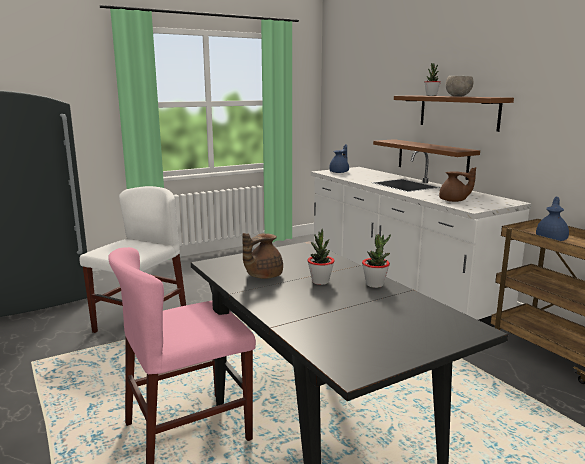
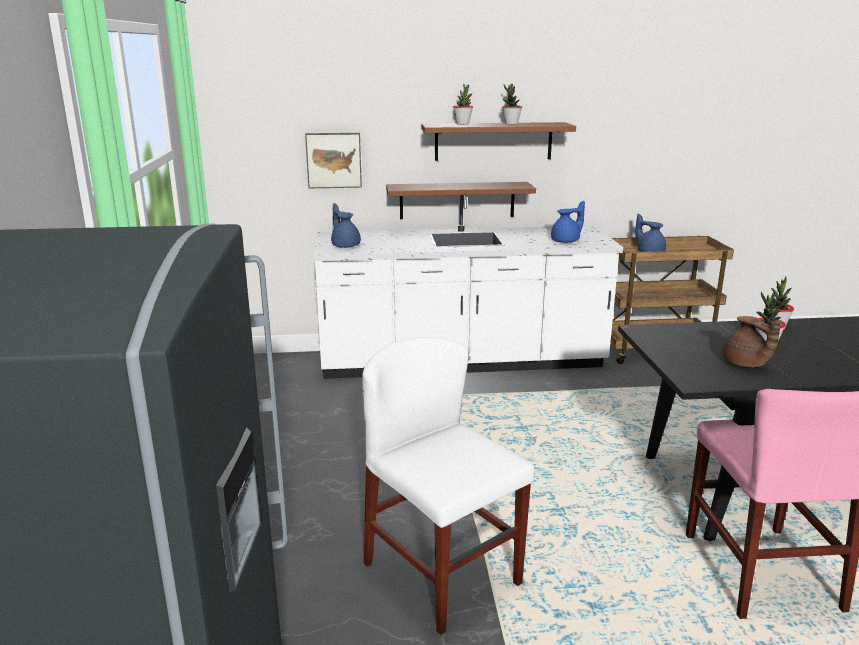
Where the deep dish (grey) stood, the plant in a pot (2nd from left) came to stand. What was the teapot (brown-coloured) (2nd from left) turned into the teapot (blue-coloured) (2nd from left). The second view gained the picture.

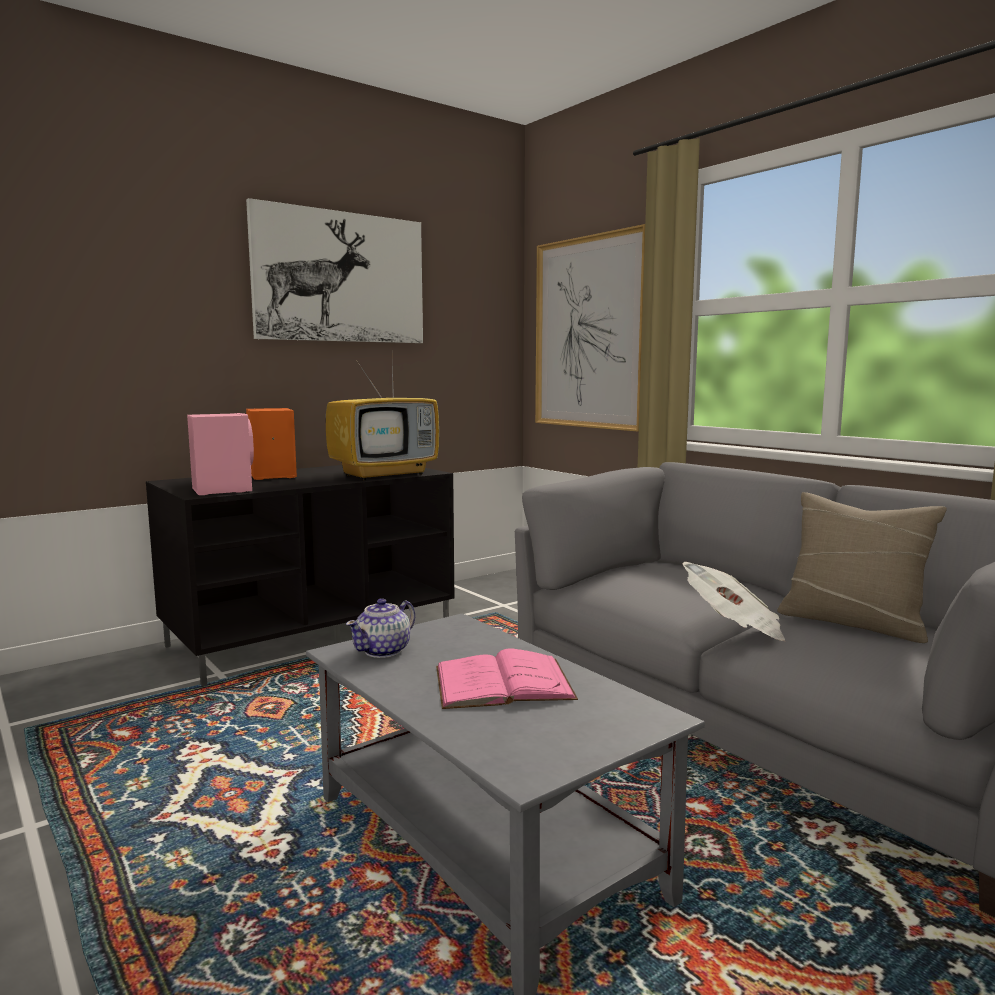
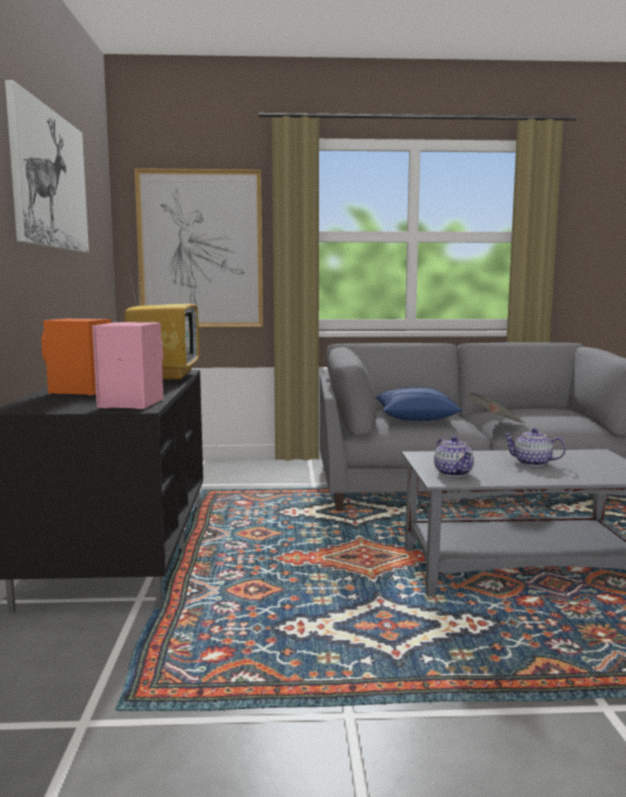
The second view lost the pillow (sand-coloured). Where the book (pink-coloured) stood, the teapot (2nd from left) came to stand. The second view gained the pillow (blue-coloured).

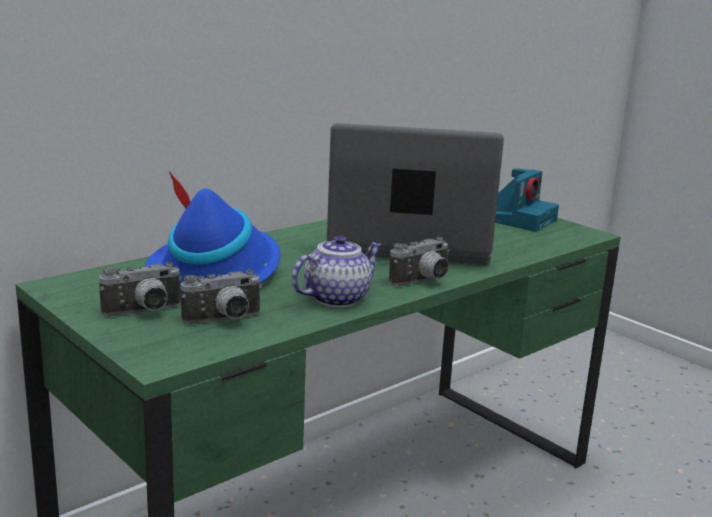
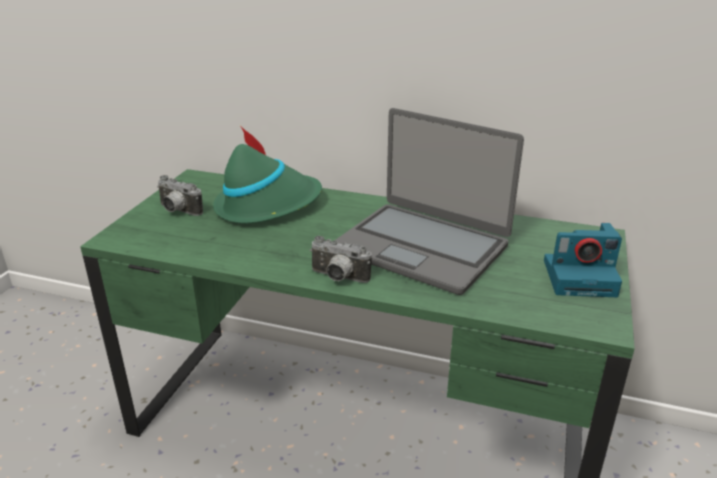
The portable computer ended up facing another way, 150 degrees clockwise from before. What was the wearable hat (blue-coloured) turned into the wearable hat (greenish). The second view lost the teapot. The second view lost the still camera (2nd from left).

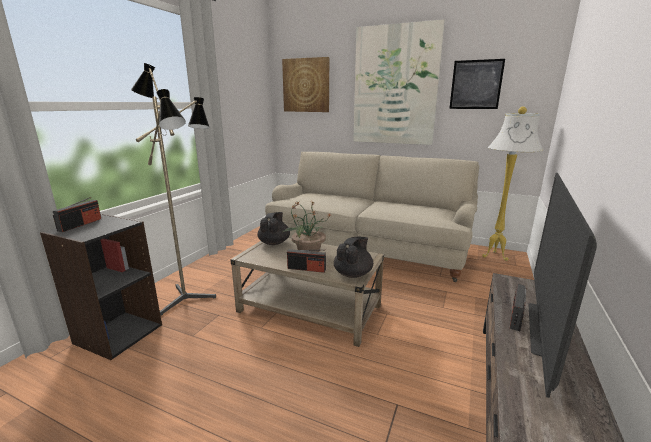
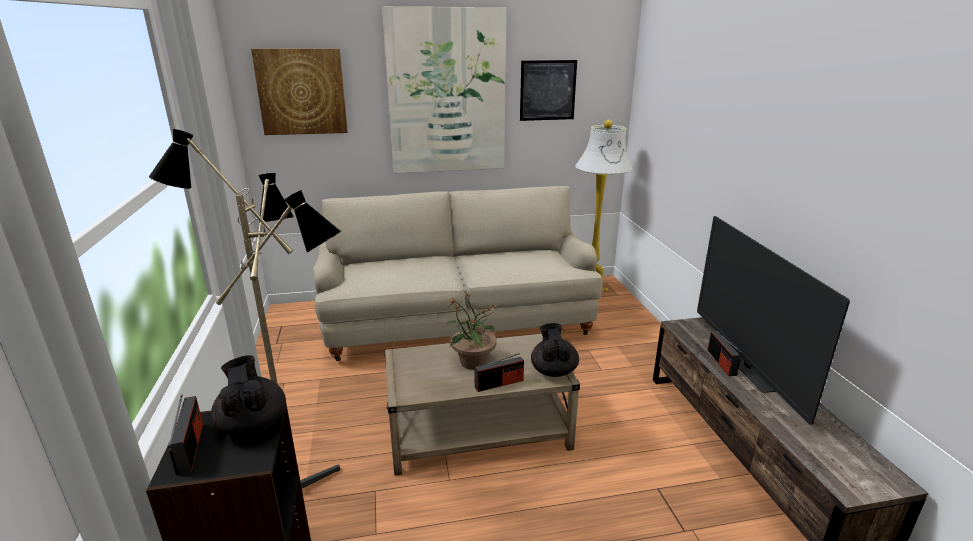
The teapot (black-coloured) (1st from left) ended up elsewhere.

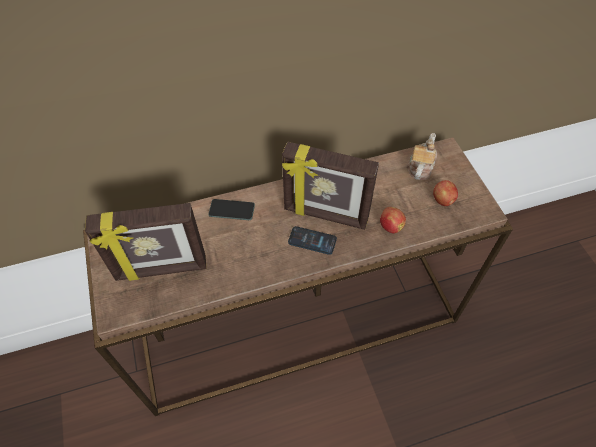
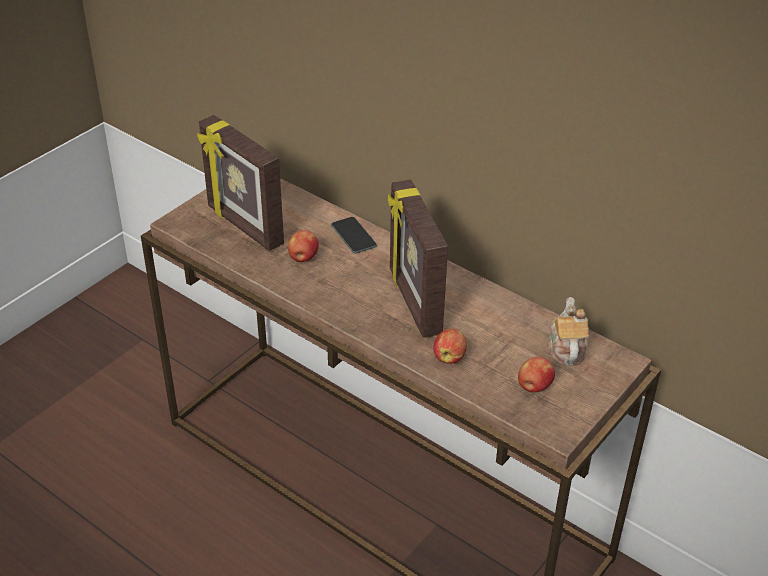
The teapot ended up facing another way, 75 degrees counterclockwise from before. The second view lost the phone (2nd from left). The second view gained the apple fruit (1st from left).

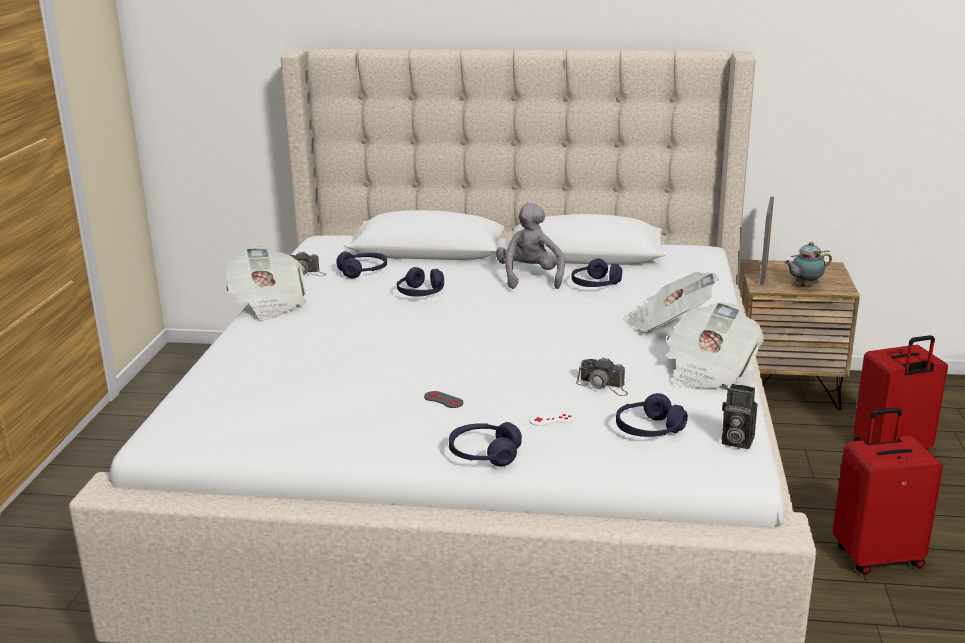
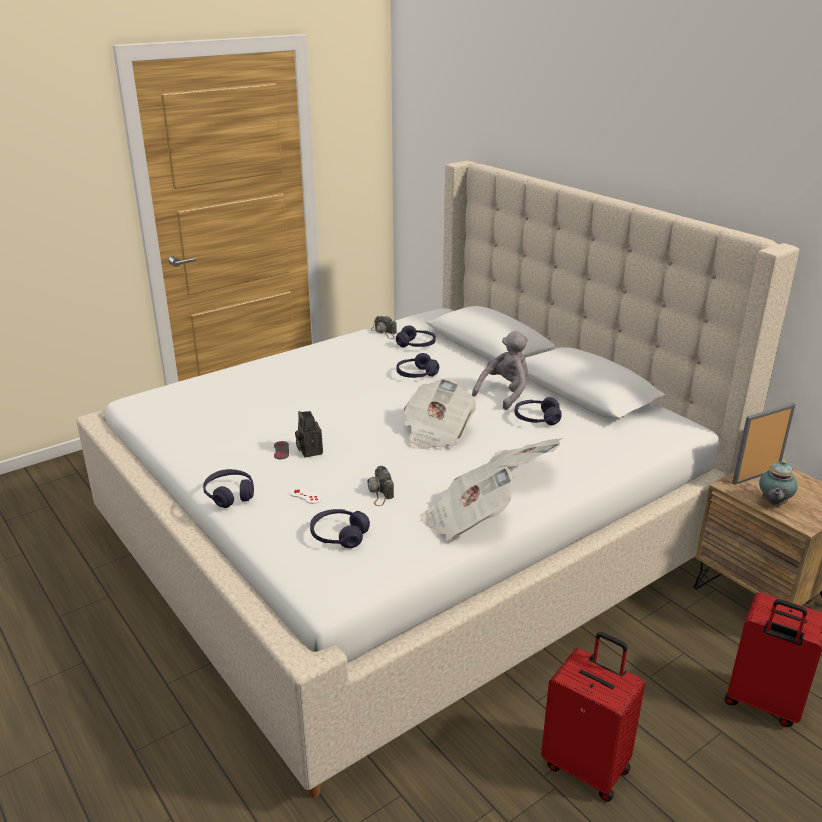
The teapot ended up facing another way, 90 degrees counterclockwise from before. The newspaper (1st from left) ended up elsewhere. The still camera (3rd from left in the first image) ended up elsewhere.

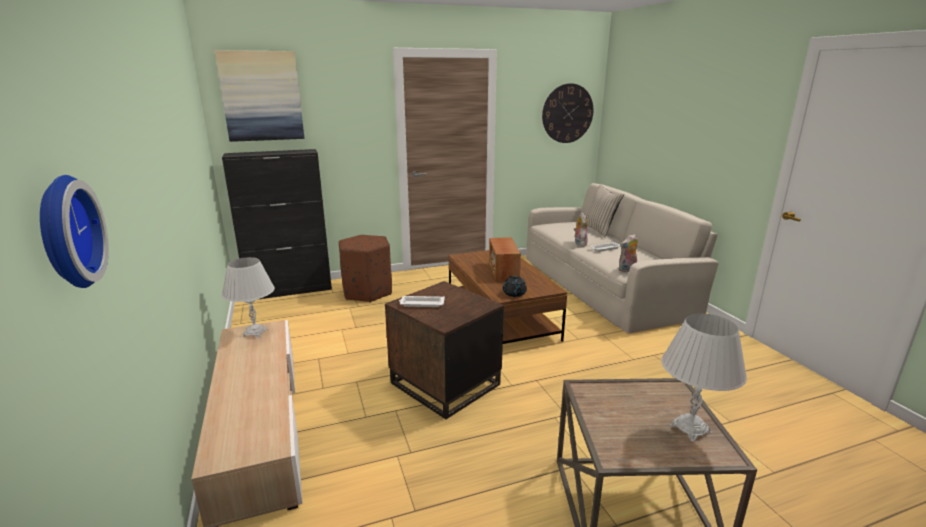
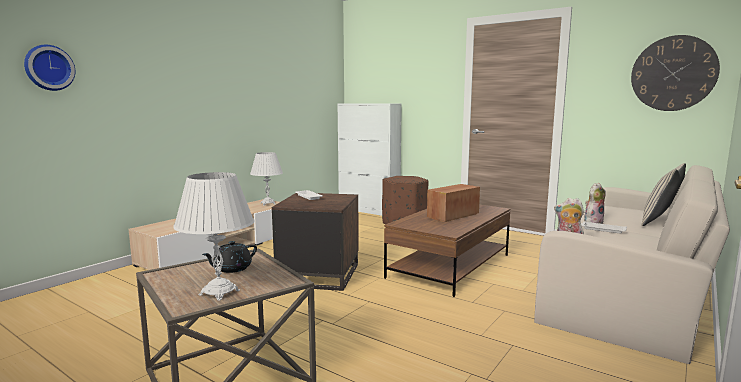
The second view lost the picture. What was the cupboard (black-coloured) turned into the cupboard (white). The teapot (black-coloured) ended up elsewhere.

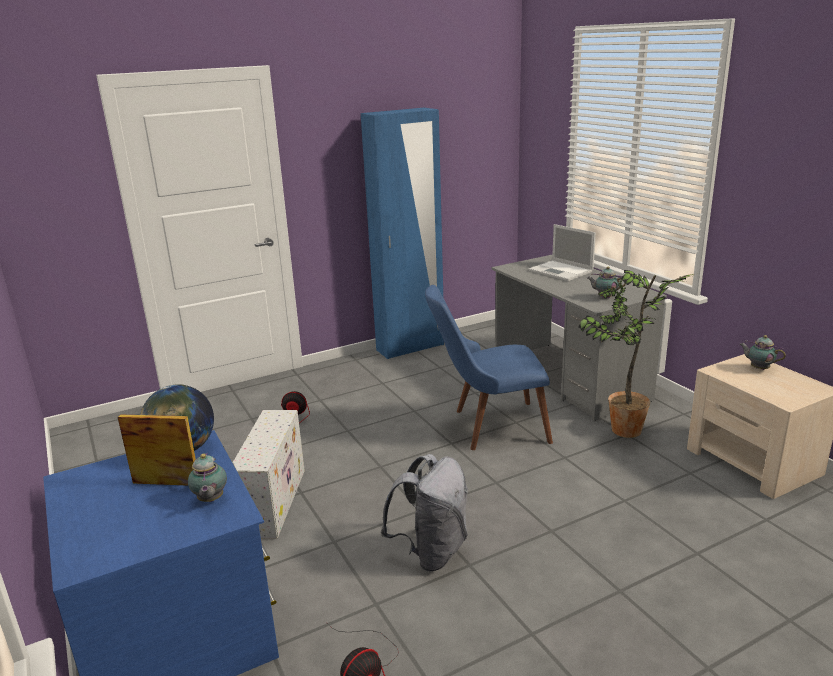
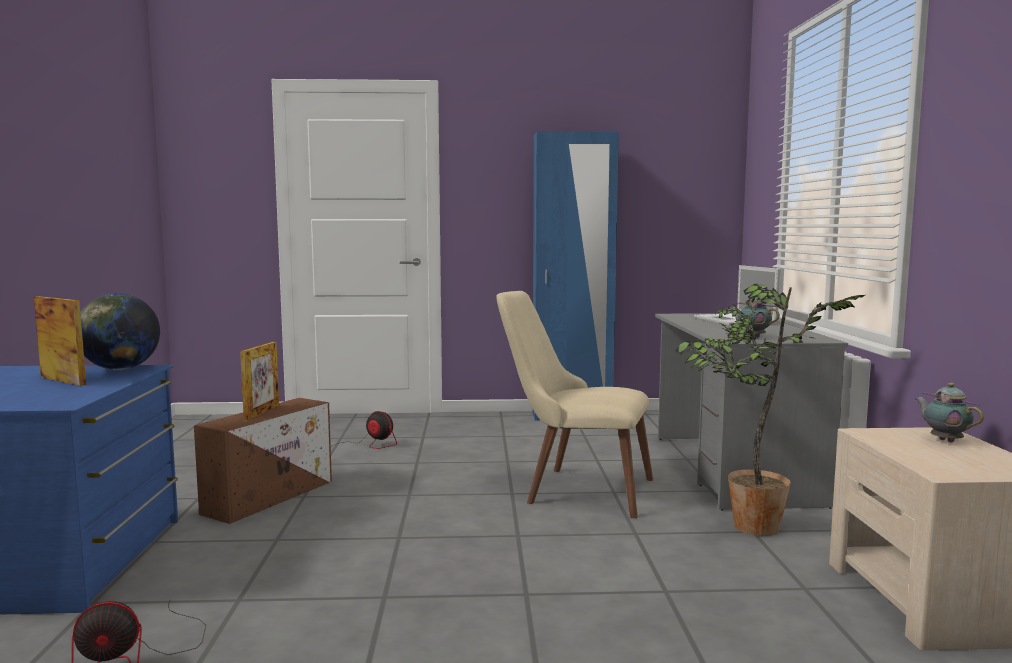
What was the plain chair (blue-coloured) turned into the plain chair (sand-coloured). What was the storage container (white) turned into the storage container (brown-coloured). The second view lost the teapot (1st from left). The second view lost the backpack (grey). The second view gained the photo frame (2nd from left).

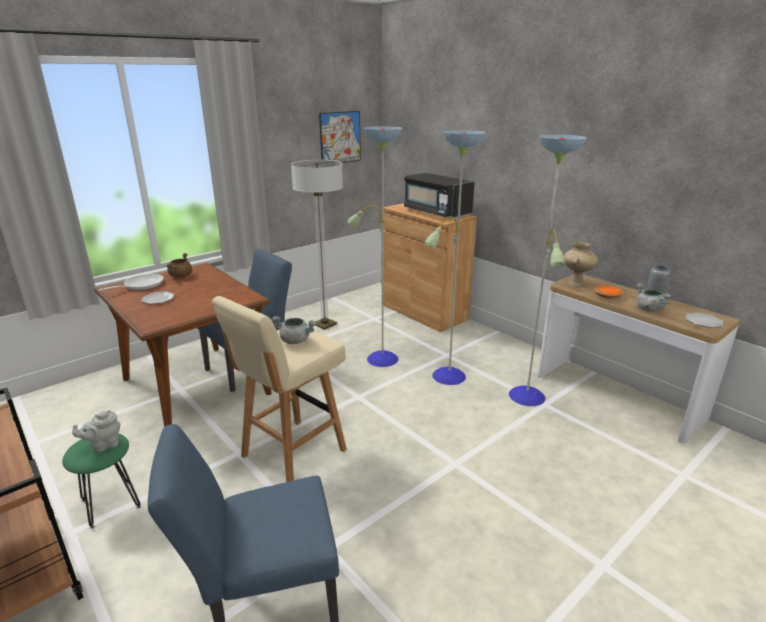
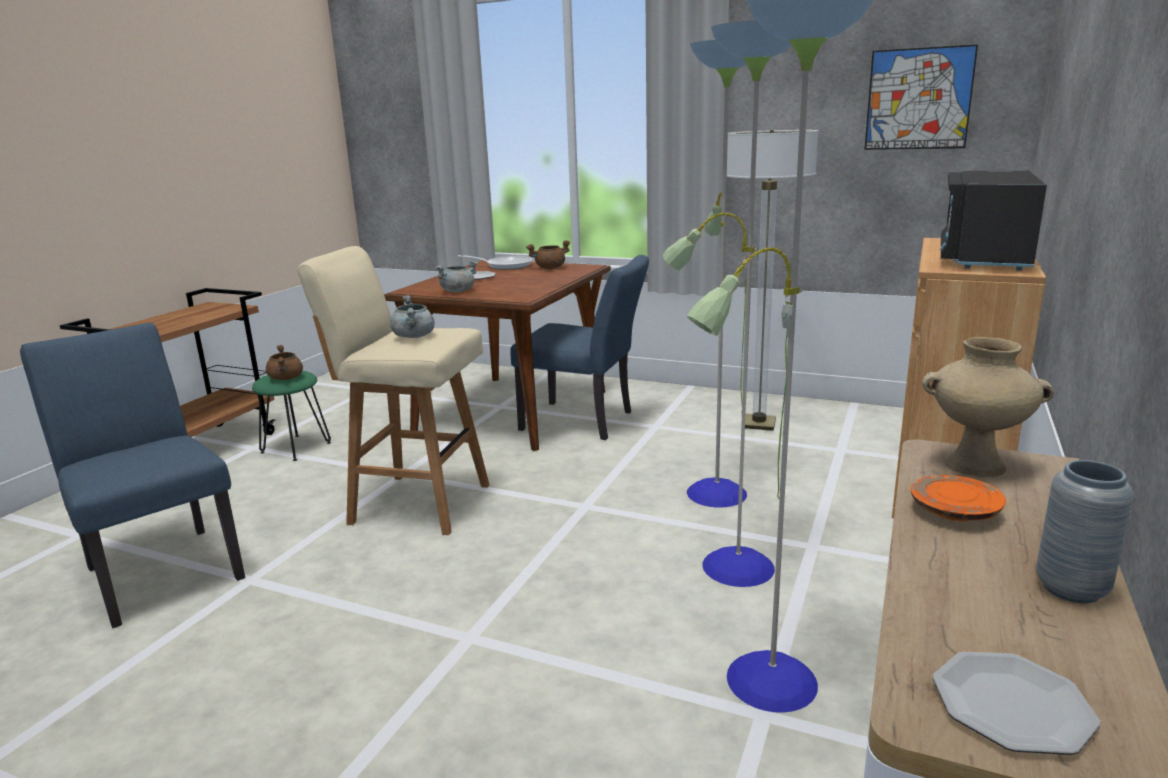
The stockpot (grey) (2nd from left) ended up elsewhere. Where the teapot (grey) stood, the stockpot (brown-coloured) (1st from left) came to stand.

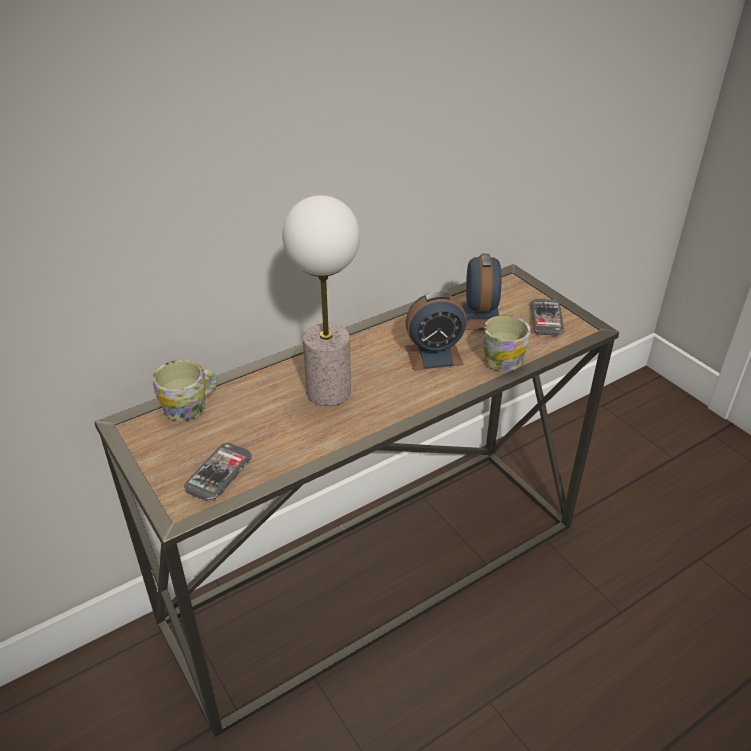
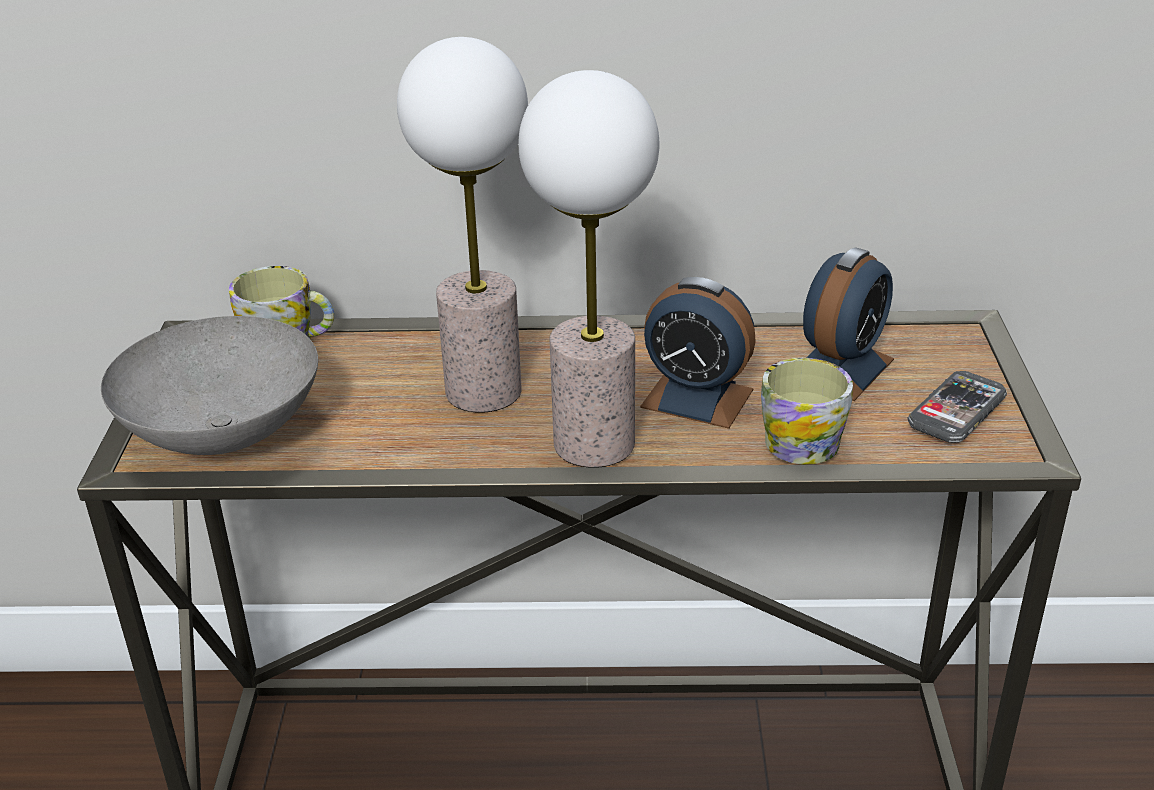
Where the phone (1st from left) stood, the deep dish (grey) came to stand. The second view gained the tabletop lamp (2nd from left).

